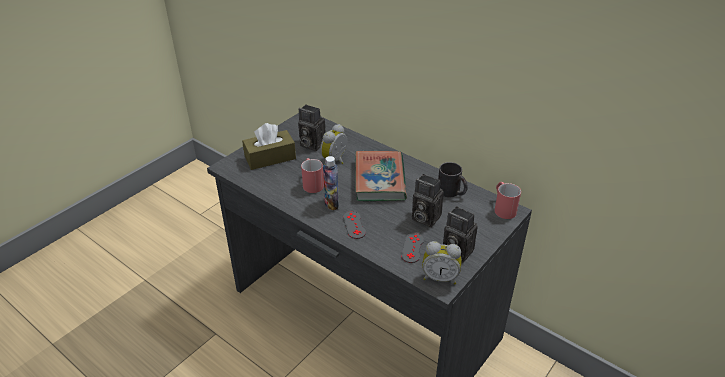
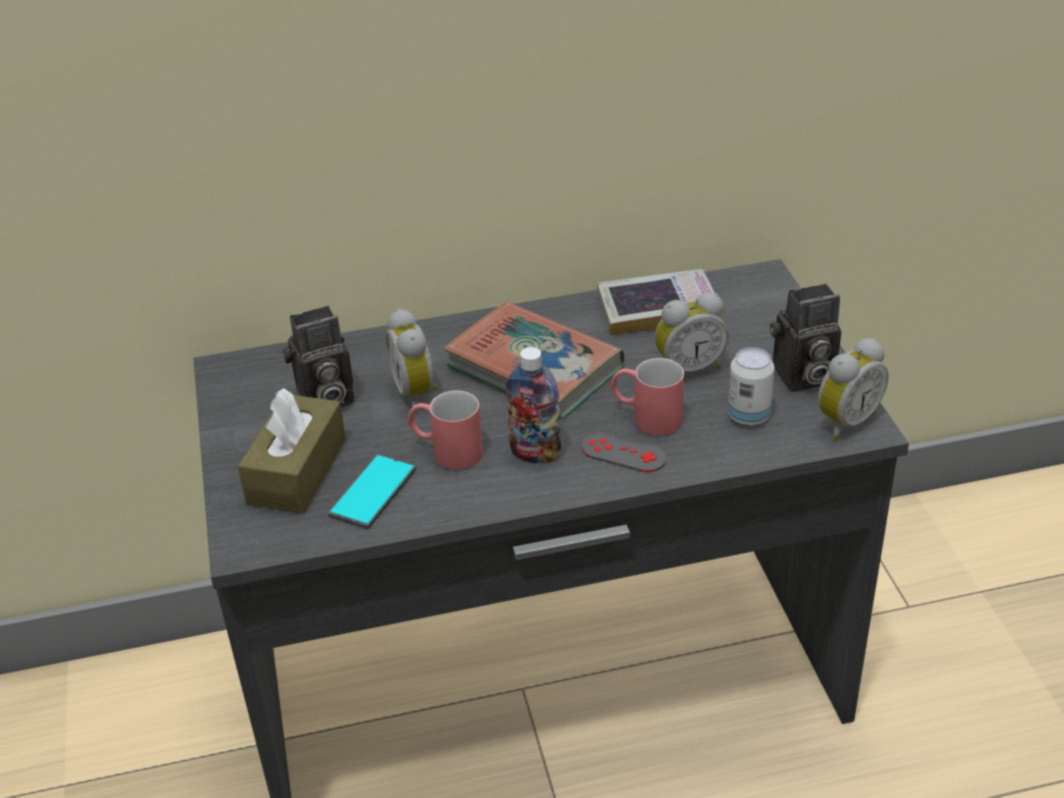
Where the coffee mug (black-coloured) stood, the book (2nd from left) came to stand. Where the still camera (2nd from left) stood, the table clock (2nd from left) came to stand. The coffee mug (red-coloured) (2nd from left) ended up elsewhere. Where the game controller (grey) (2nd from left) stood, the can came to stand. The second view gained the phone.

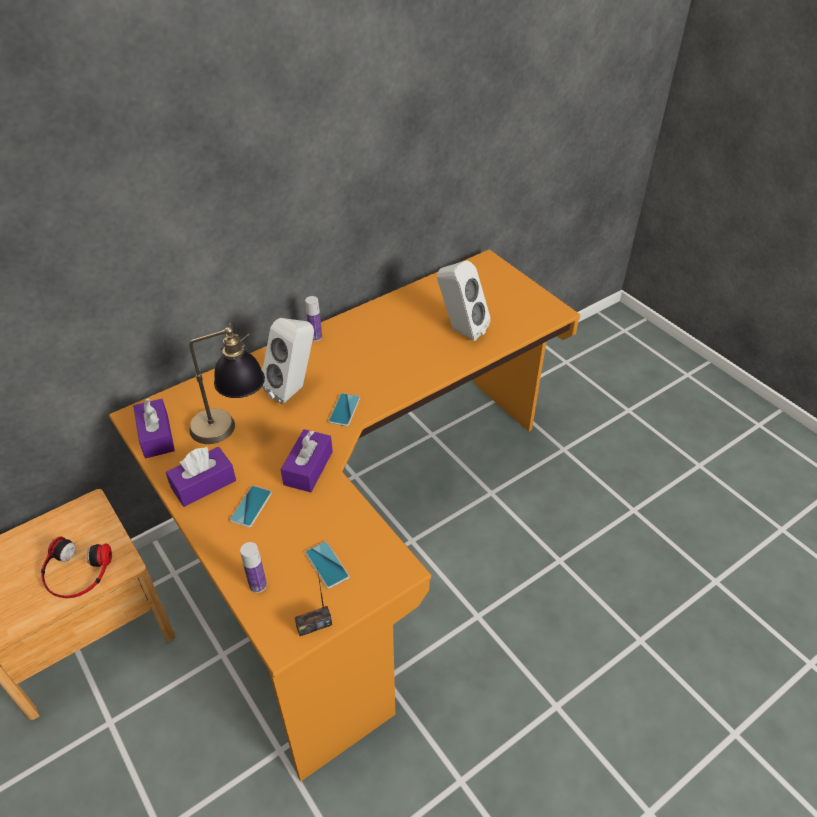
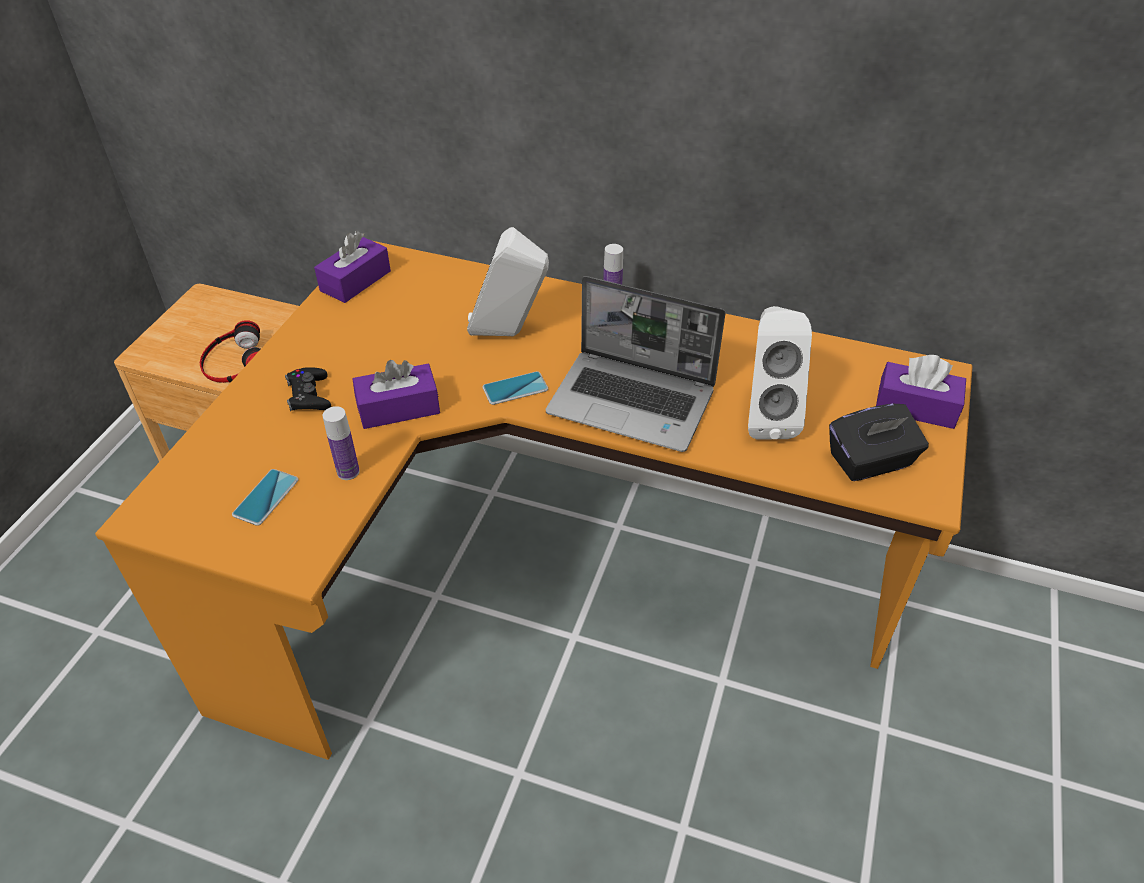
The second view lost the tabletop lamp. The tissue box (purple-coloured) (2nd from left in the first image) ended up elsewhere. Where the phone (1st from left) stood, the game controller (black-coloured) came to stand. The drink bottle (1st from left) ended up elsewhere. The second view lost the radio receiver. The second view gained the portable computer. The second view gained the tissue box (black-coloured).

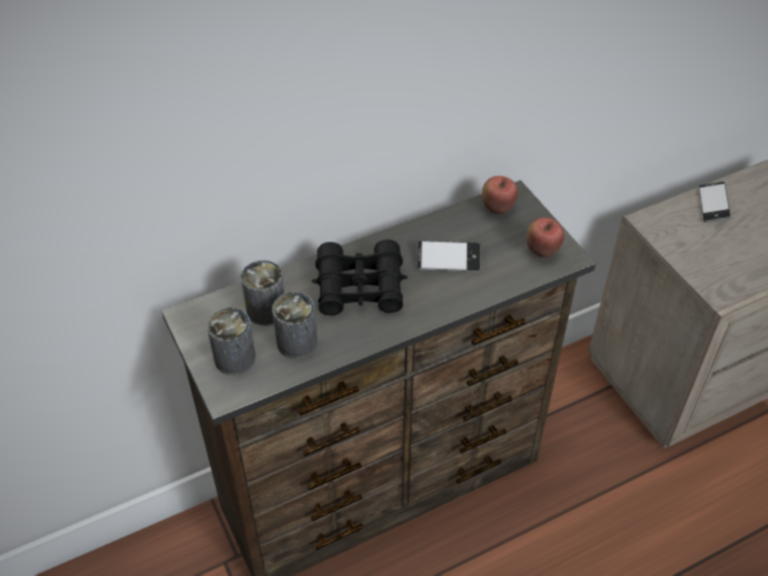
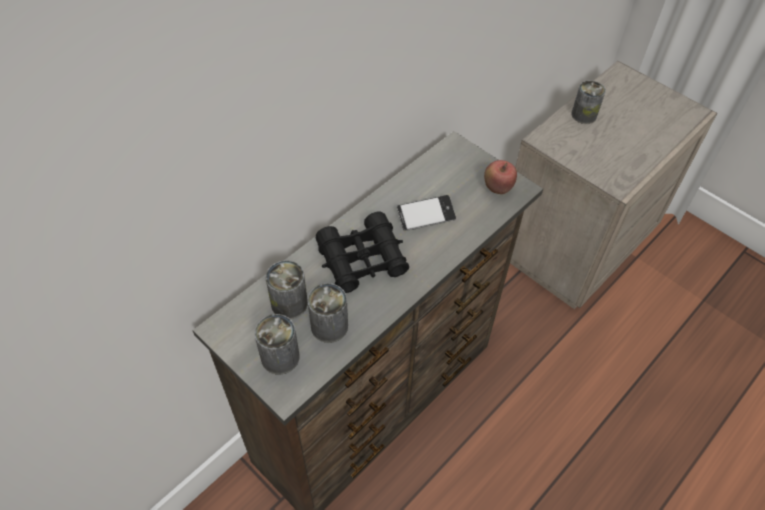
The second view lost the apple fruit (1st from left). Where the phone (2nd from left) stood, the can (4th from left) came to stand.

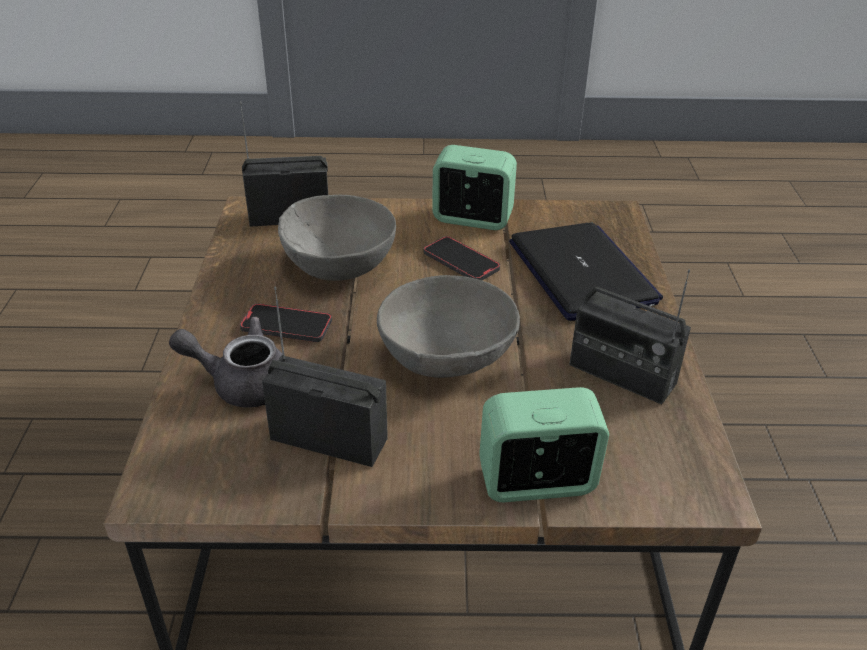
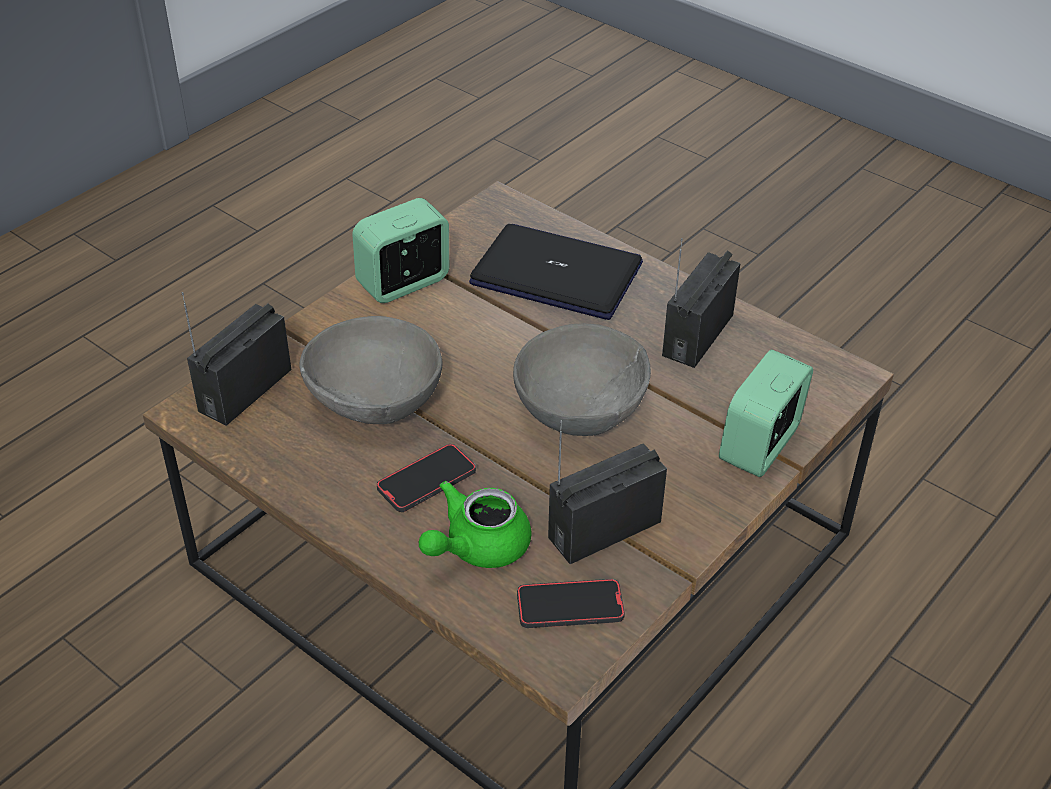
The phone (2nd from left) ended up elsewhere. The radio receiver (3rd from left) ended up facing another way, 135 degrees clockwise from before. What was the teapot (grey) turned into the teapot (greenish).

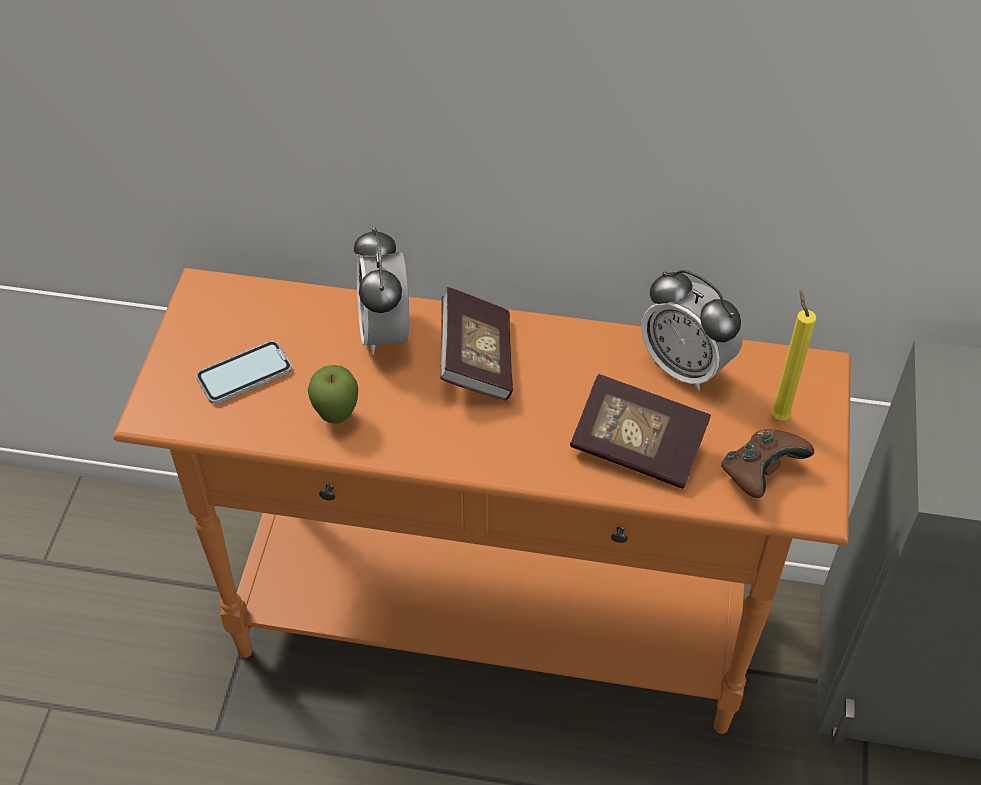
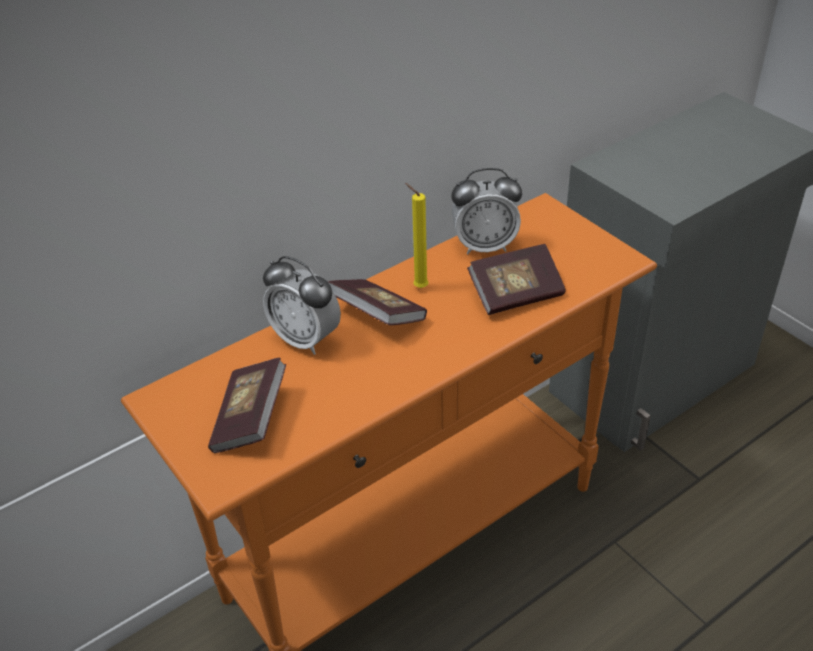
The wax candle (yellow-coloured) ended up elsewhere. Where the phone stood, the book (1st from left) came to stand. The second view lost the apple fruit. The second view lost the game controller (brown-coloured).

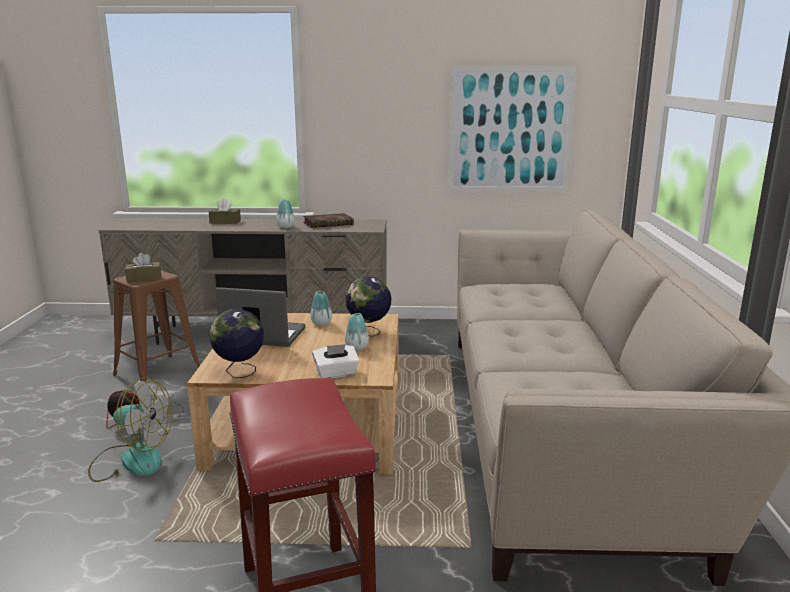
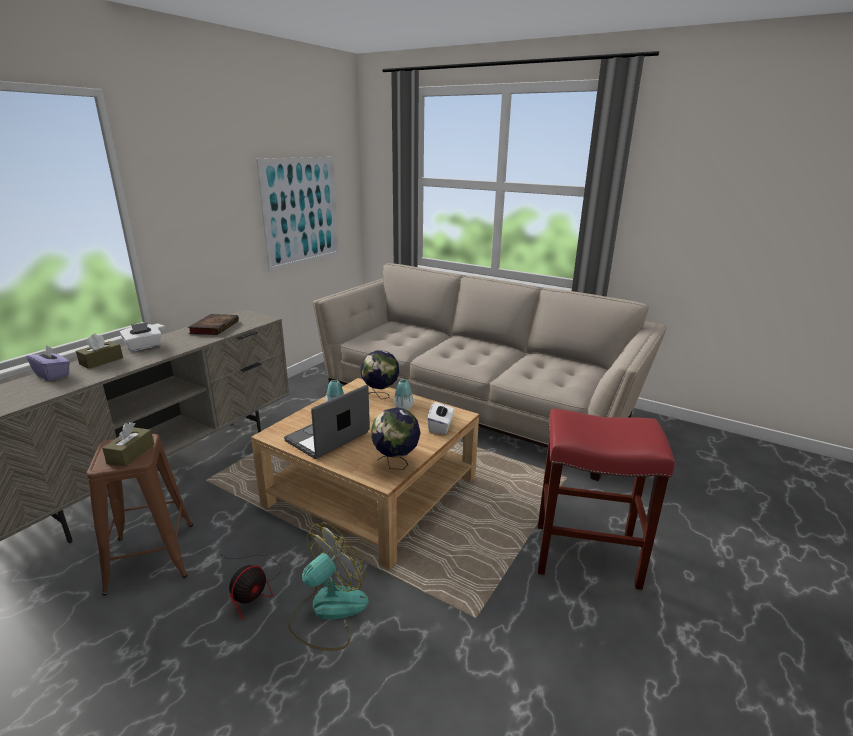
The second view lost the vase (1st from left). The second view gained the tissue box (white) (1st from left). The second view gained the tissue box (purple-coloured).

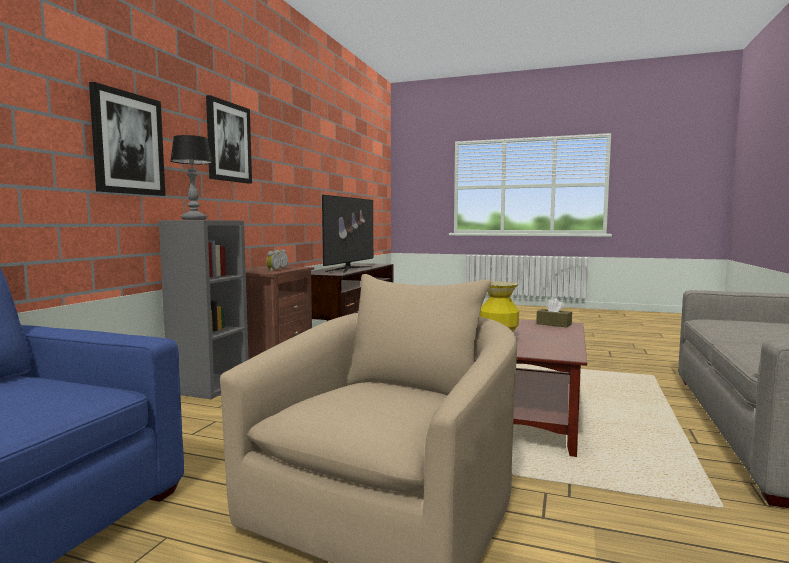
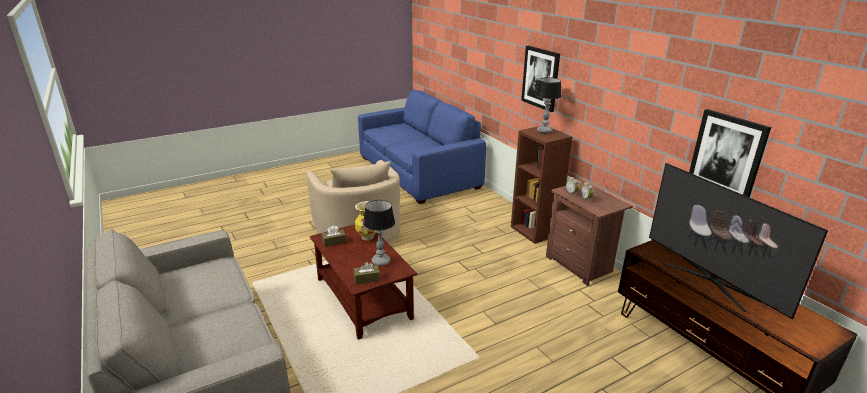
The picture (2nd from left) ended up elsewhere. What was the bookshelf (grey) turned into the bookshelf (brown-coloured). The second view gained the tabletop lamp (1st from left). The second view gained the tissue box (brown-coloured) (1st from left).

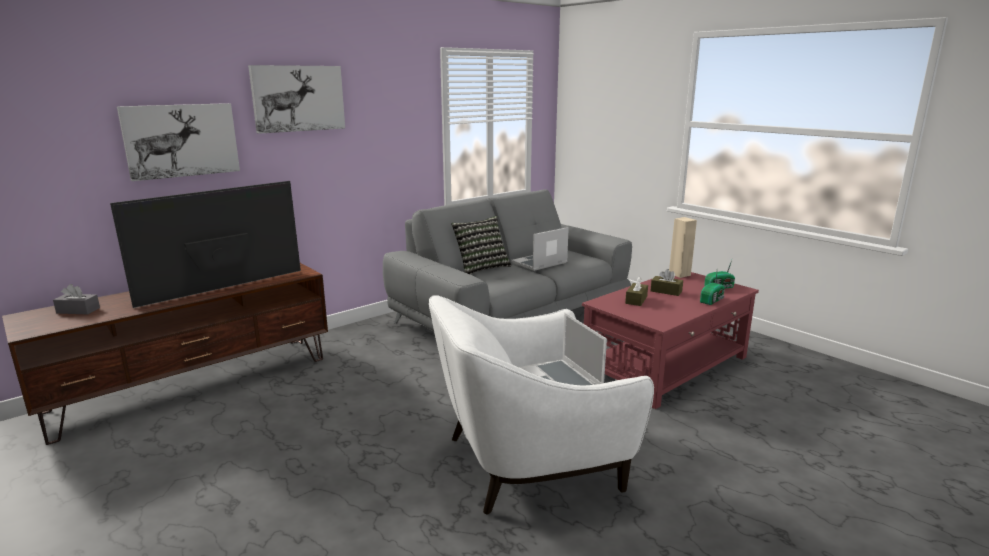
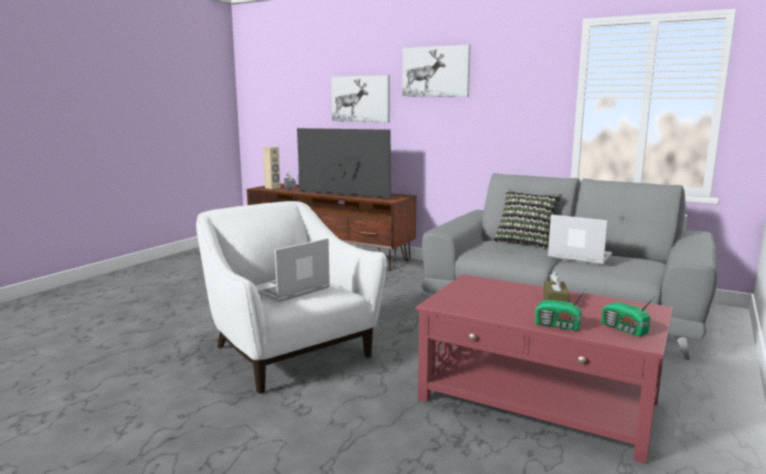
The audio speaker (sand-coloured) ended up elsewhere. The second view lost the tissue box (brown-coloured) (1st from left).

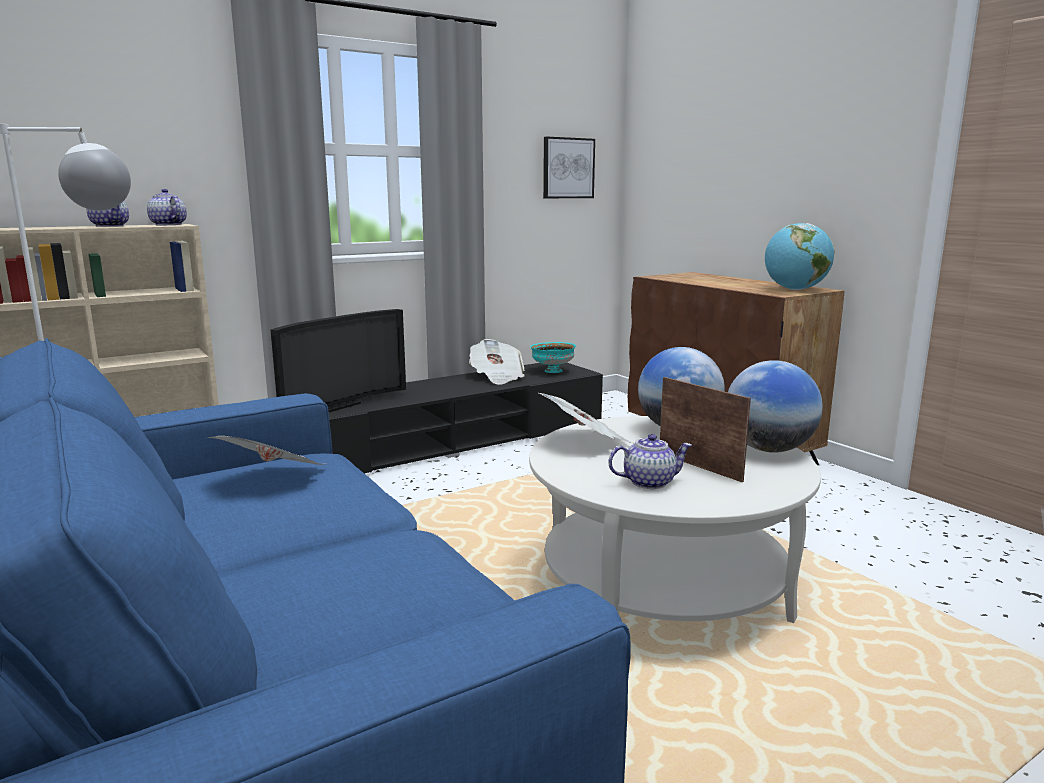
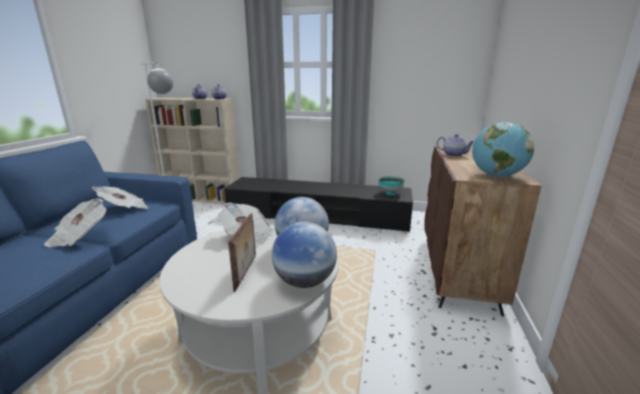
The second view lost the picture. The second view lost the television. The newspaper (2nd from left in the first image) ended up elsewhere. The teapot (3rd from left) ended up elsewhere.

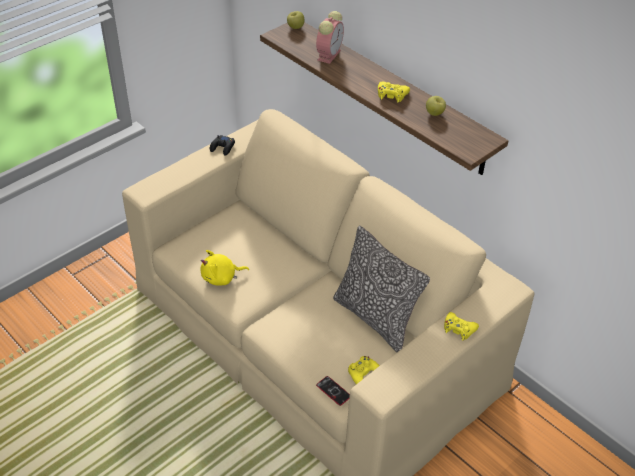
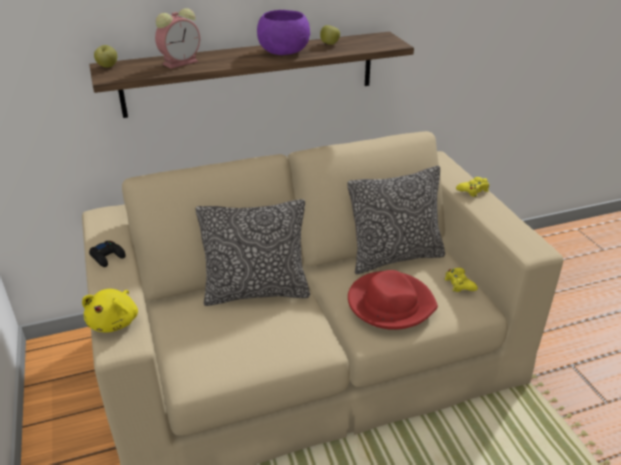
The table clock ended up facing another way, 90 degrees clockwise from before. Where the game controller (yellow-coloured) (2nd from left) stood, the deep dish (purple-coloured) came to stand. The cuddly toy (yellow-coloured) ended up elsewhere. The second view lost the phone. The second view gained the pillow (1st from left). The second view gained the wearable hat (red-coloured).

